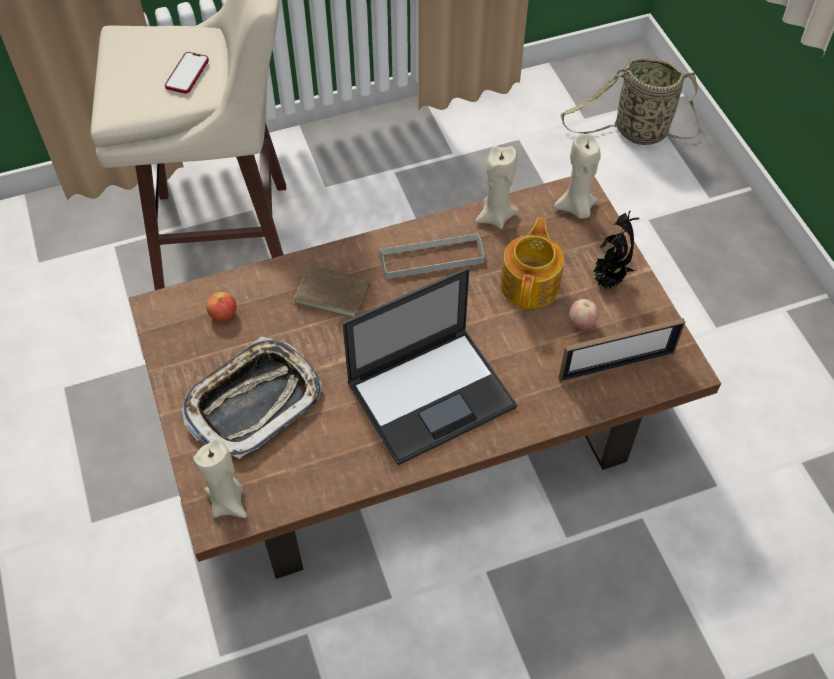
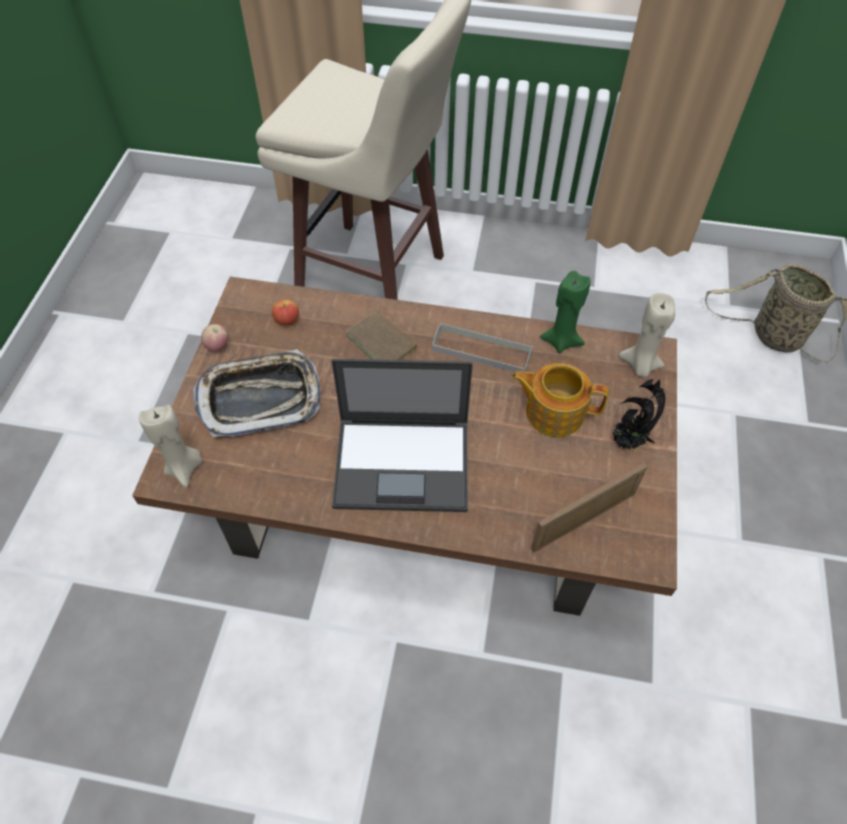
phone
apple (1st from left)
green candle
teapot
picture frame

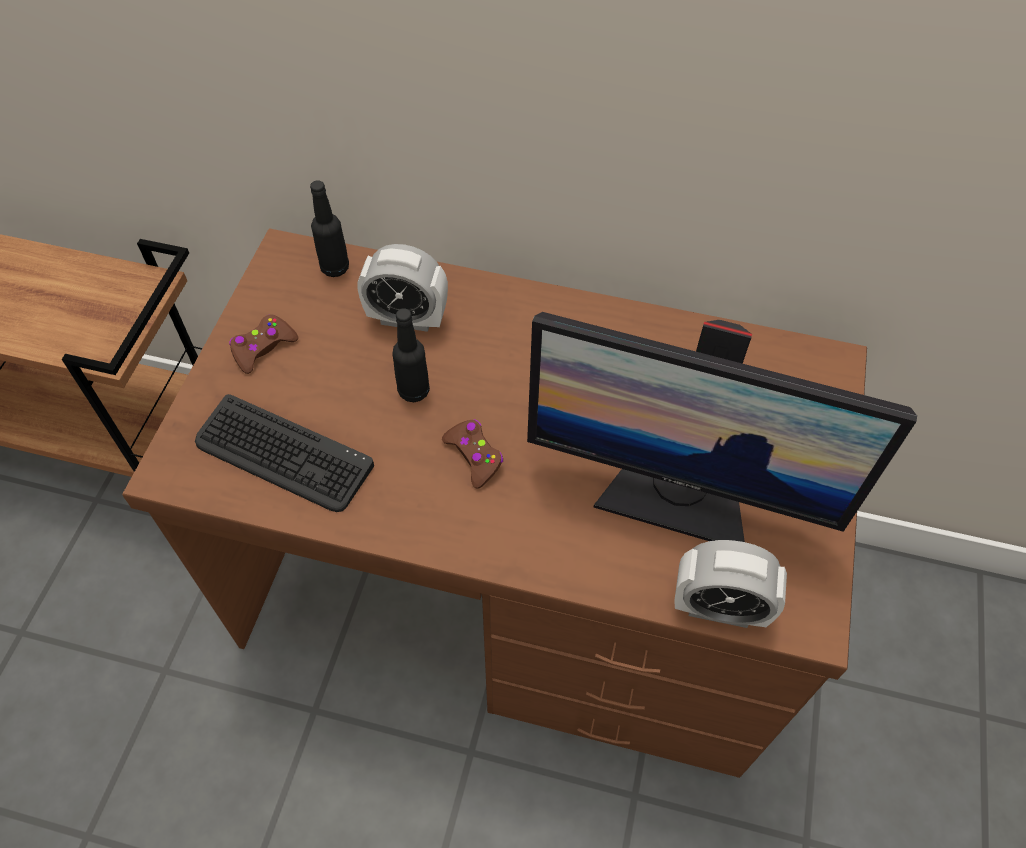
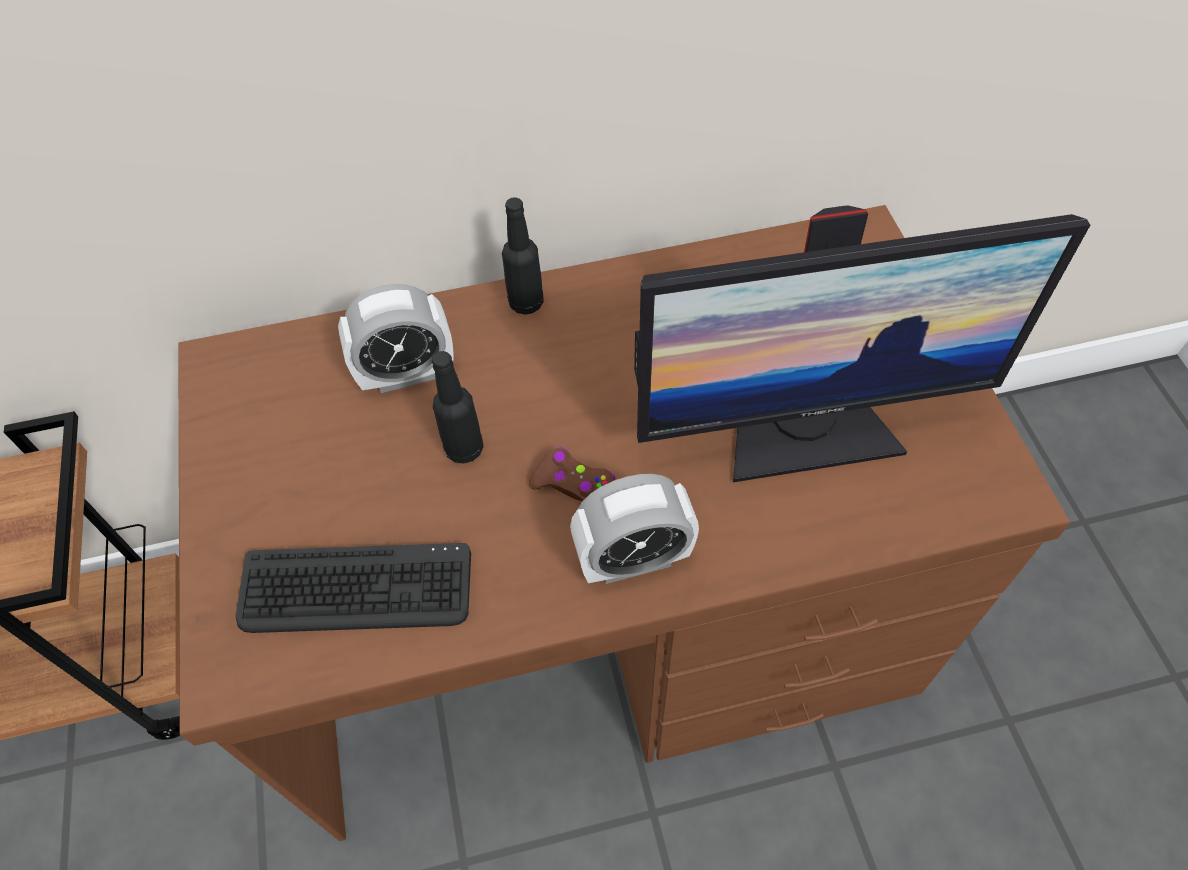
brown game controller (1st from left in the first image)
black bottle (2nd from left)
alarm clock (2nd from left)

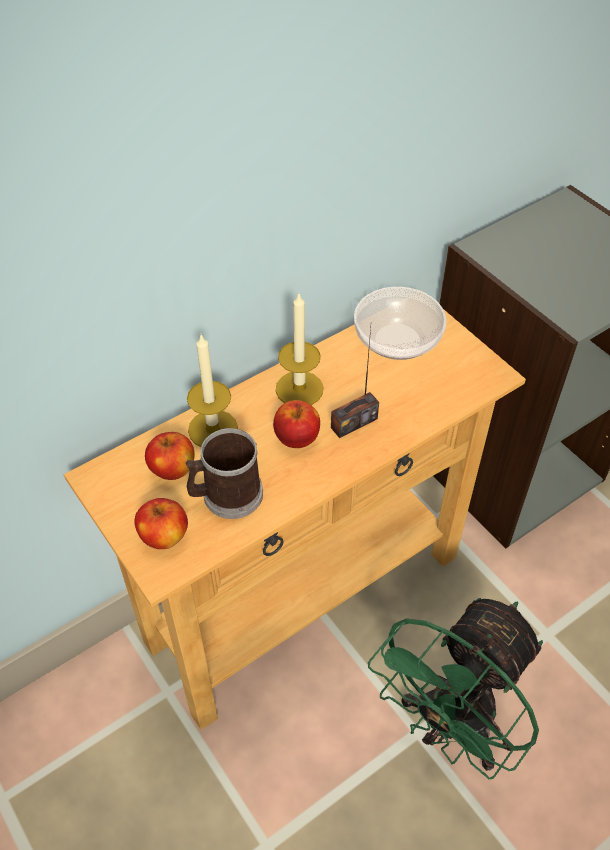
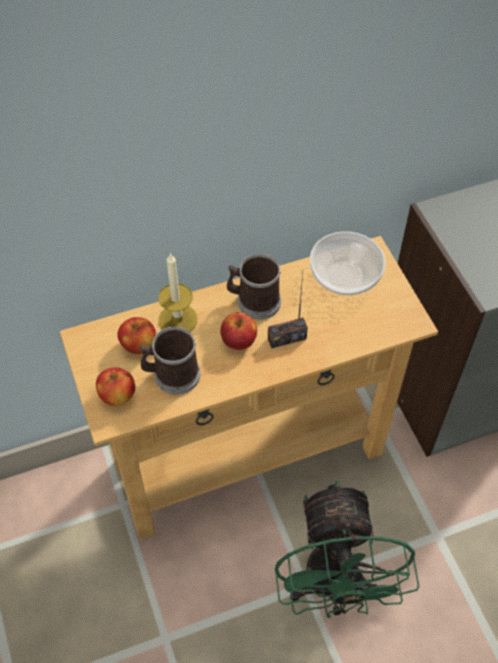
mug (2nd from left)
green fan

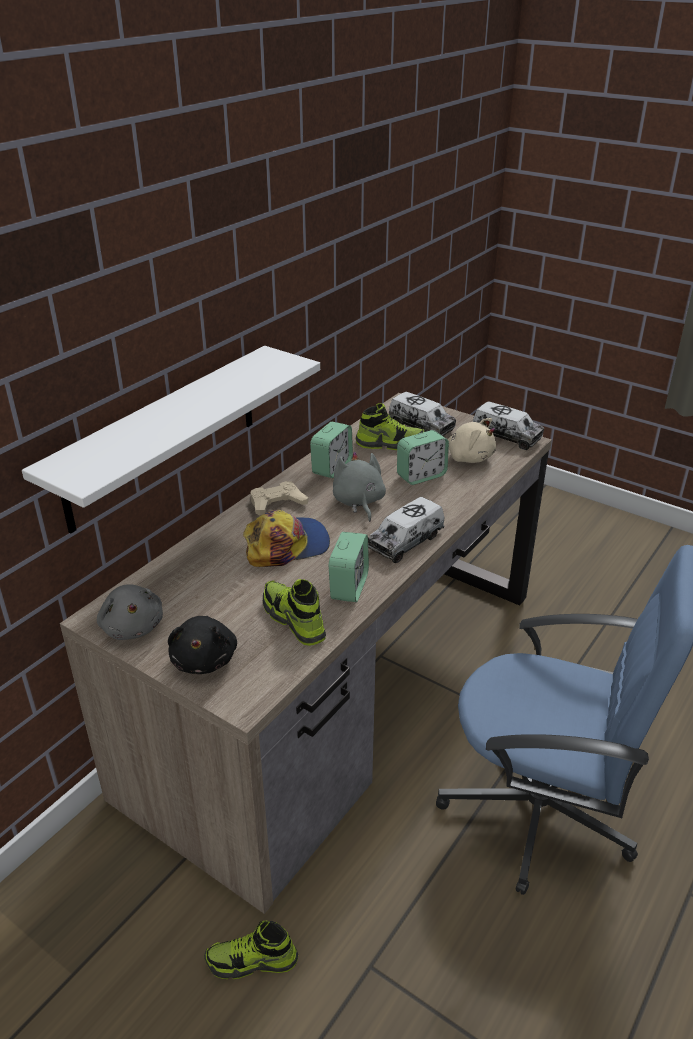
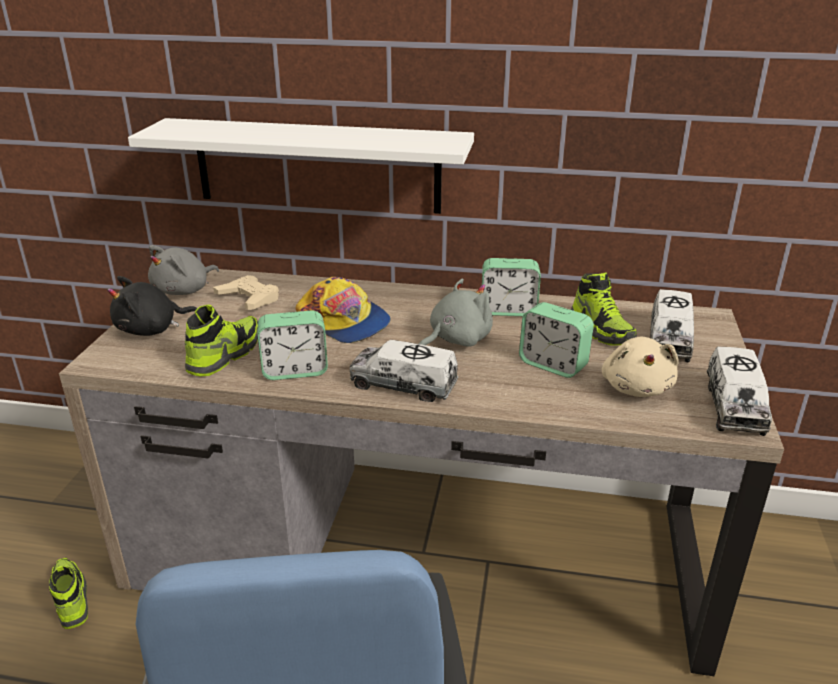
beige game controller

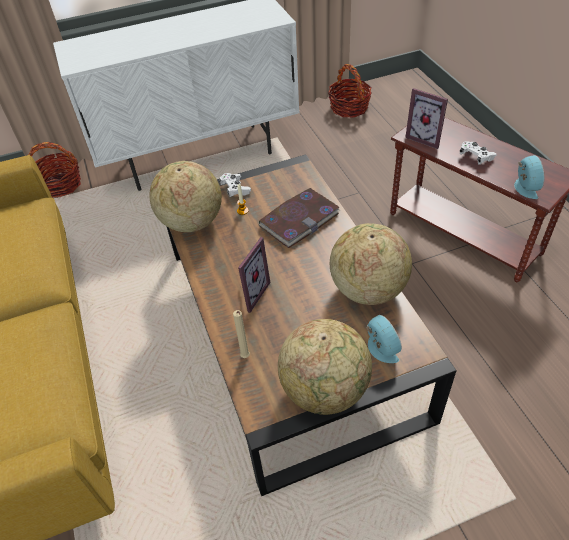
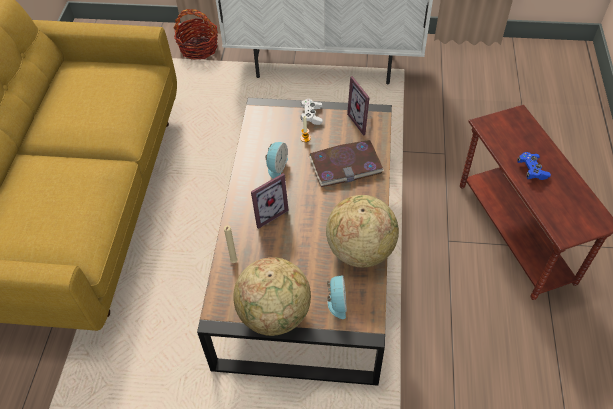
globe (1st from left in the first image)
basket (2nd from left in the first image)
picture frame (2nd from left)
alarm clock (1st from left)
blue game controller

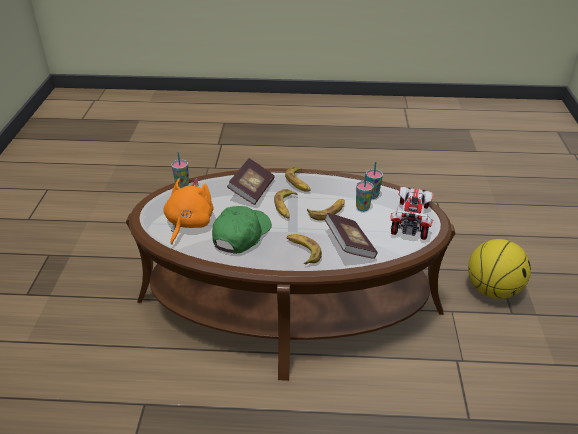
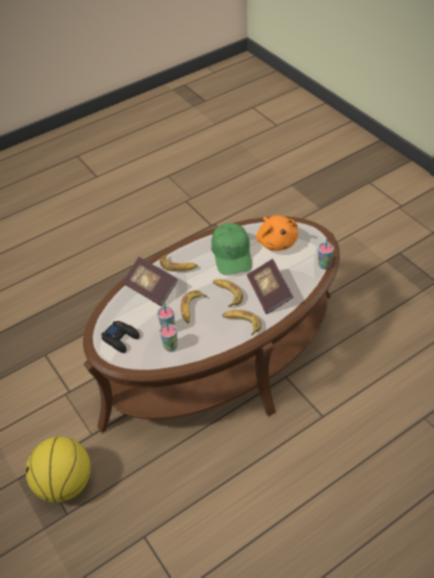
black game controller

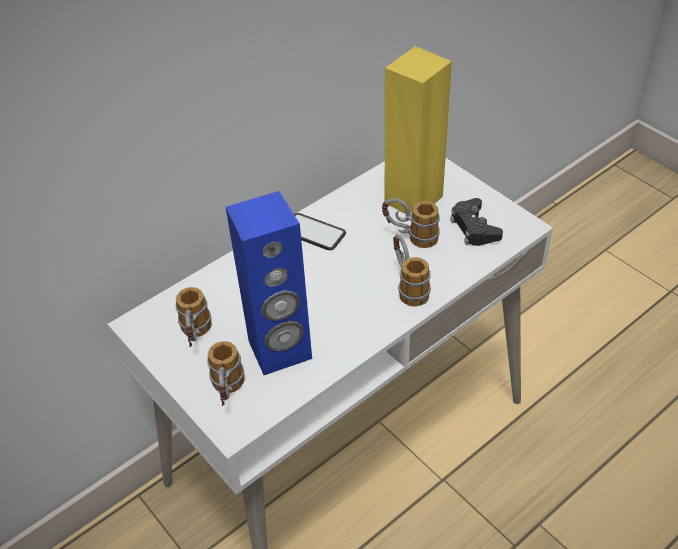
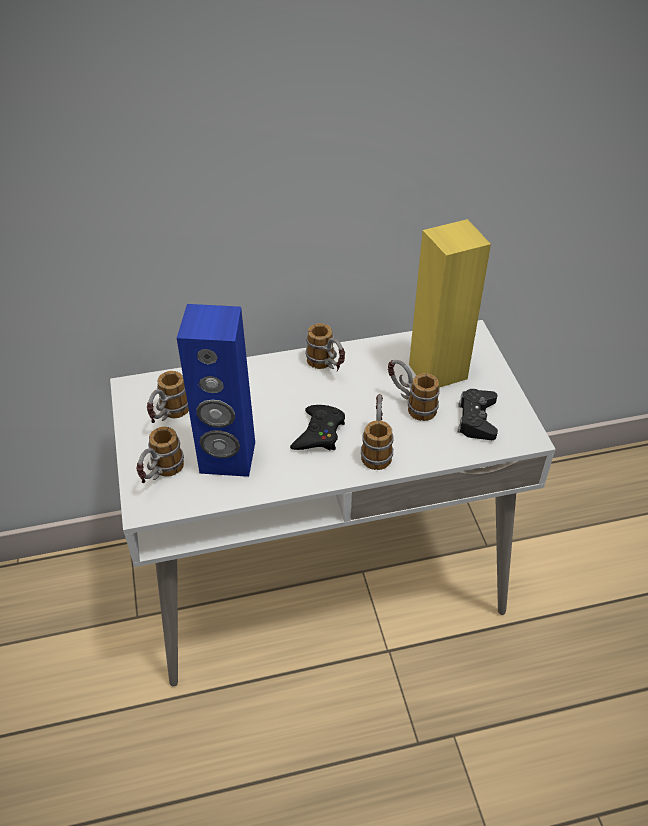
black game controller (1st from left)
mug (3rd from left)

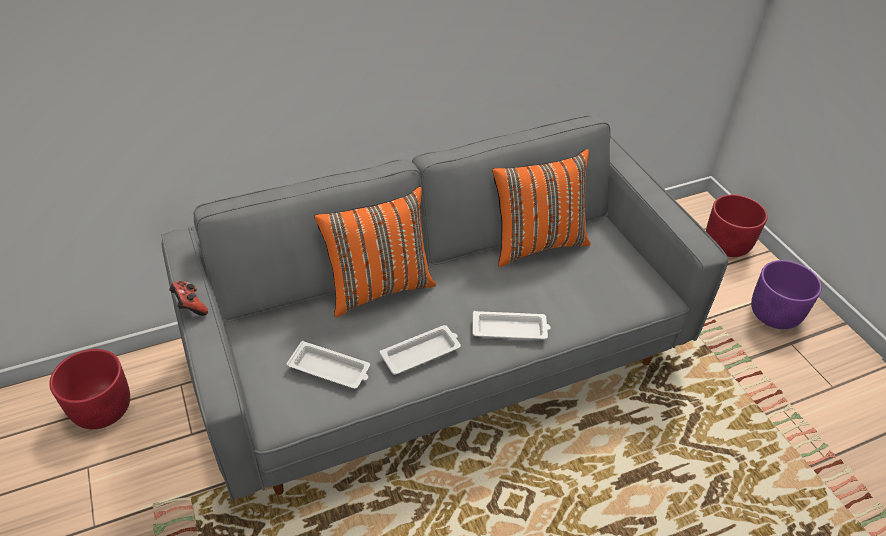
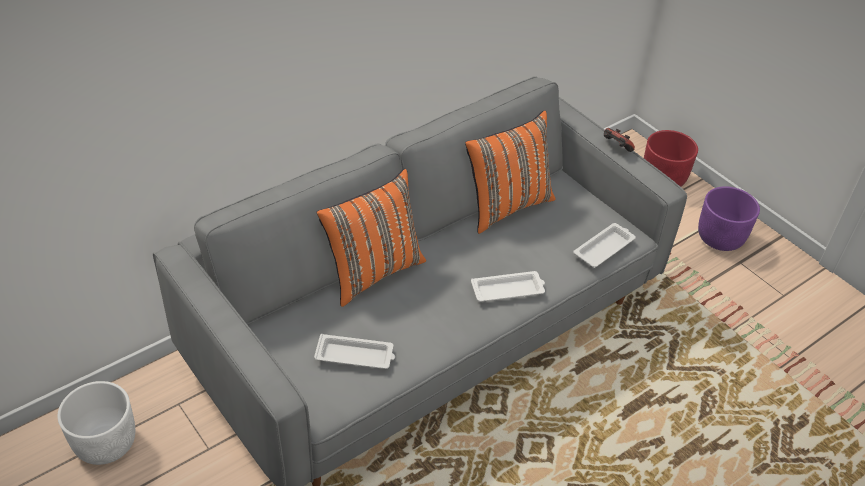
game controller
white tray (3rd from left)
white planter

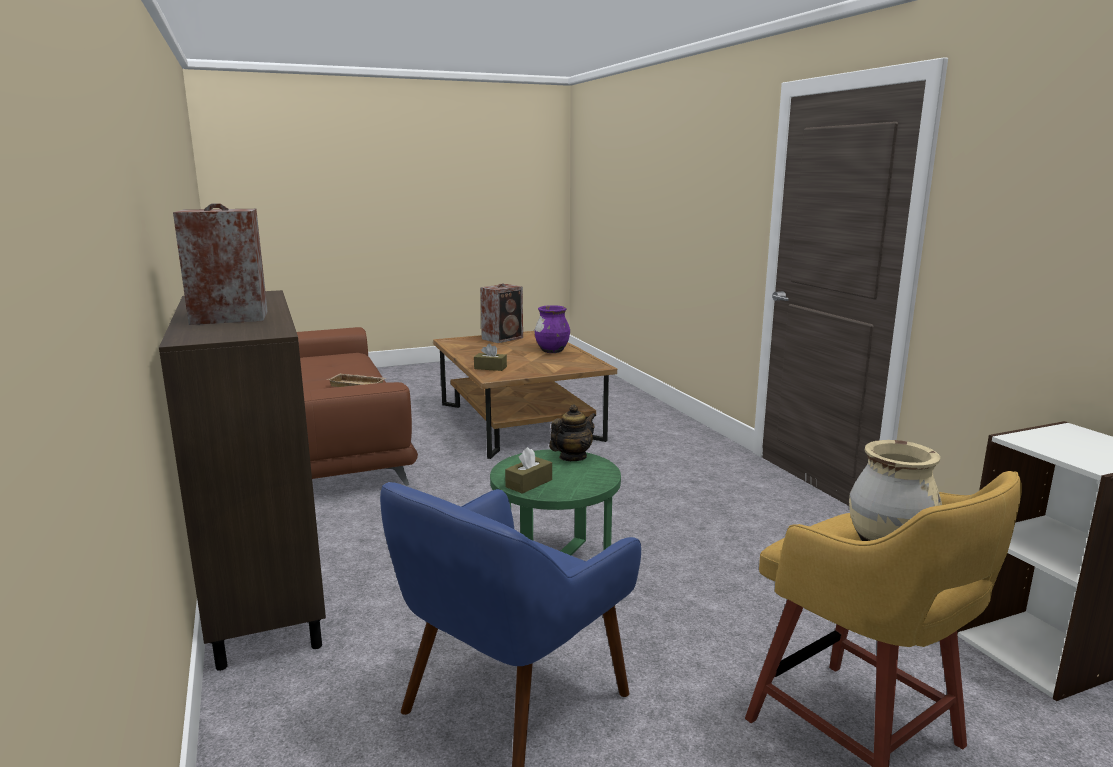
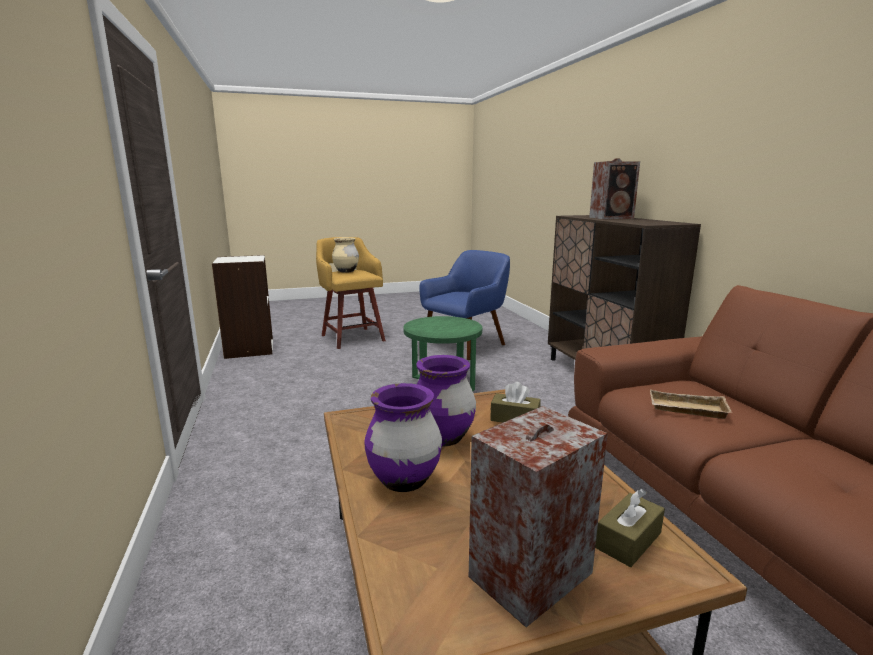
teapot
purple vase (2nd from left)
brown tissue box (2nd from left)

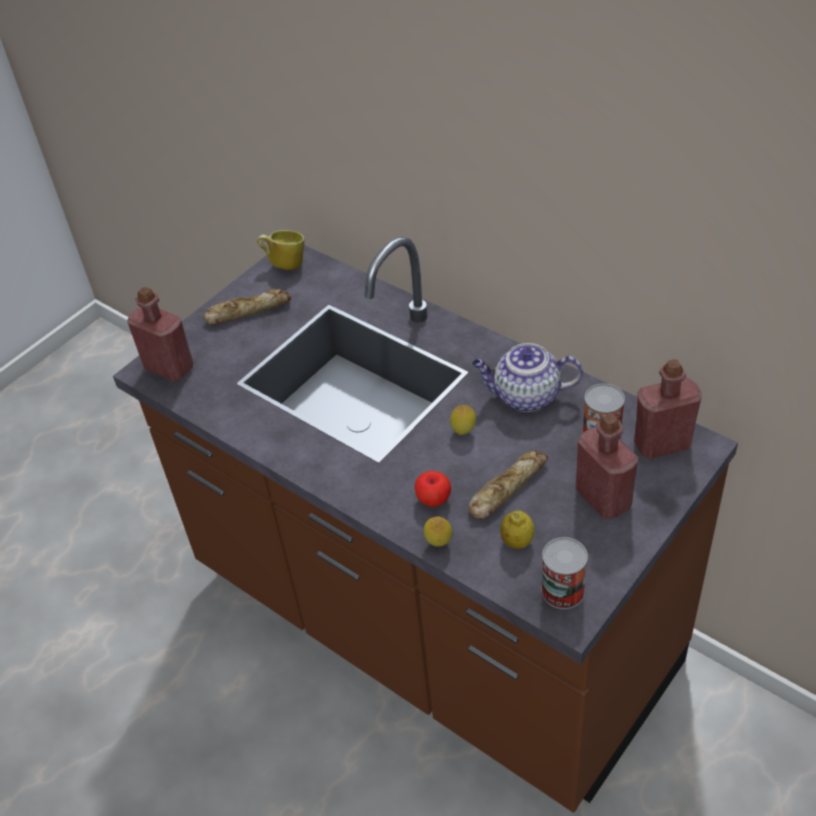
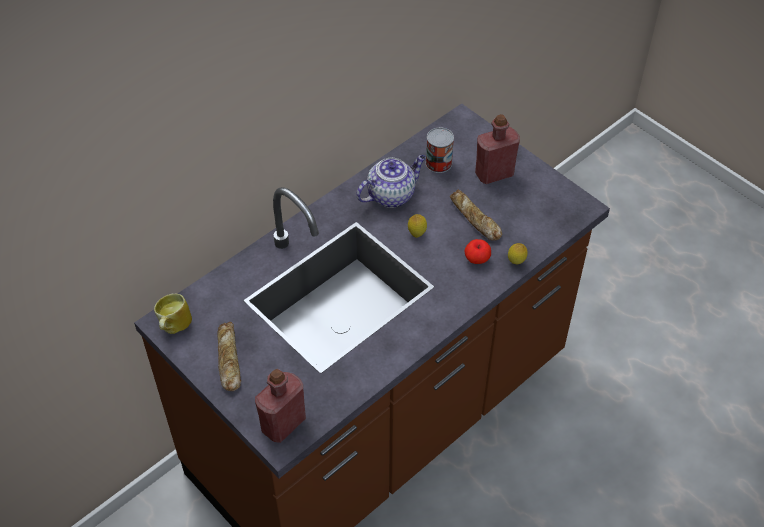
lemon (3rd from left in the first image)
can (1st from left in the first image)
red bottle (3rd from left in the first image)
teapot

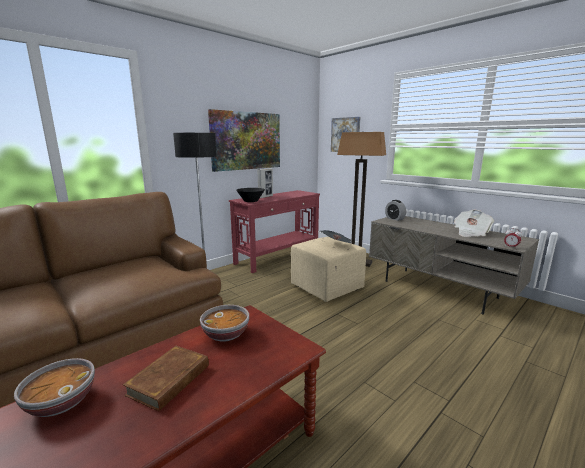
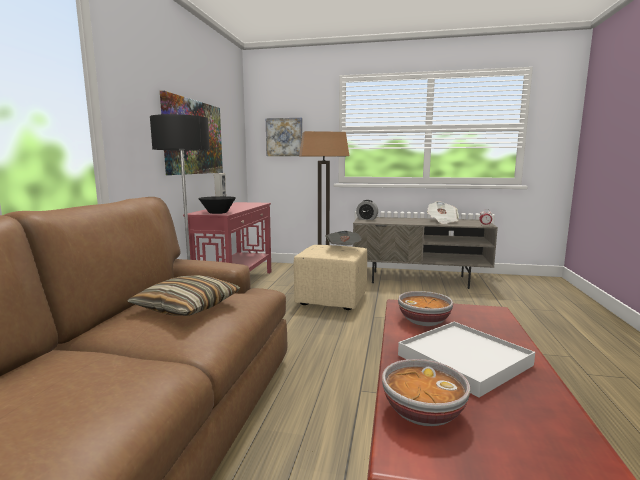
pillow
white tray

